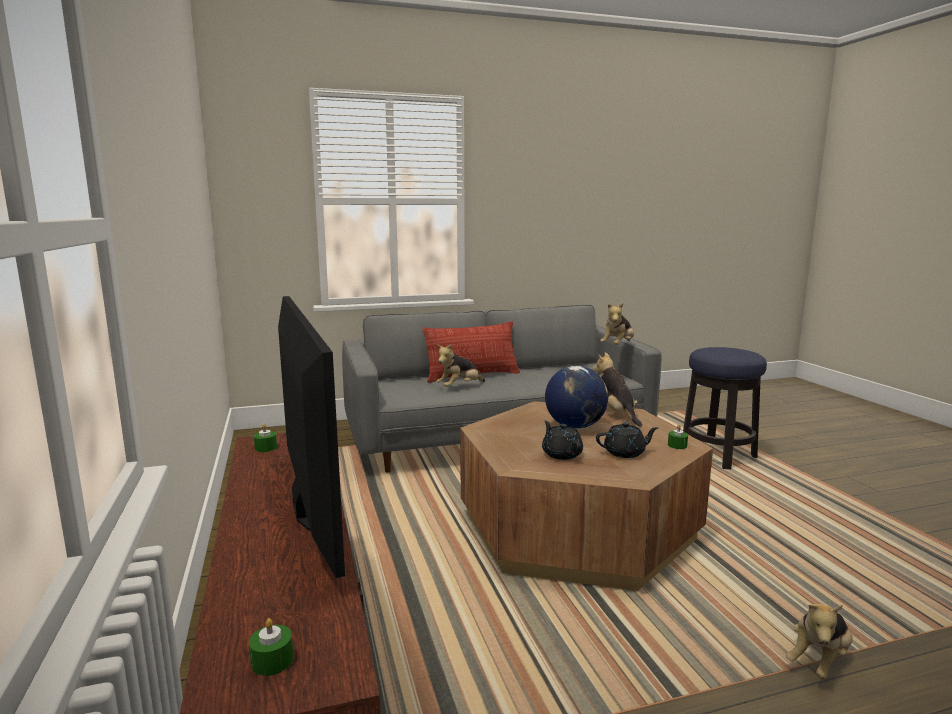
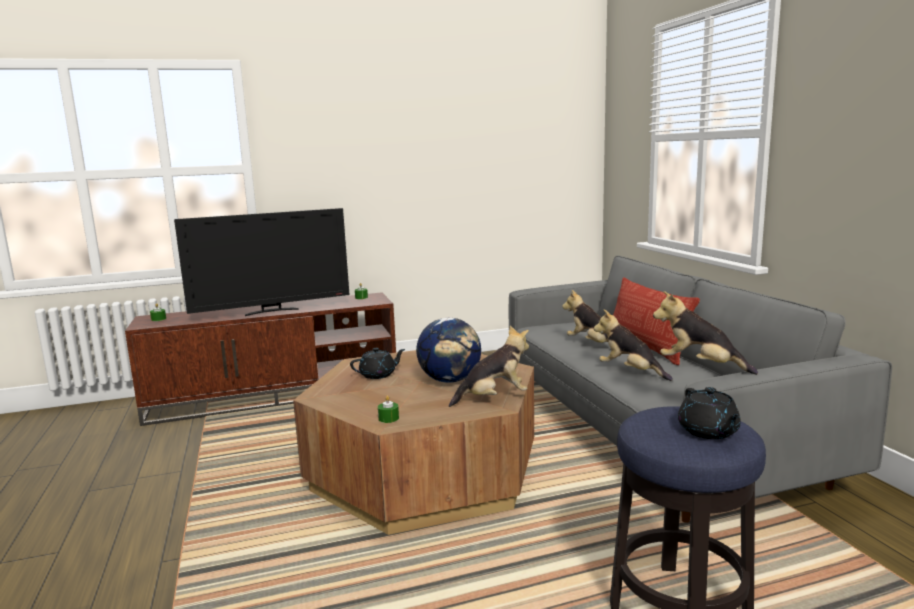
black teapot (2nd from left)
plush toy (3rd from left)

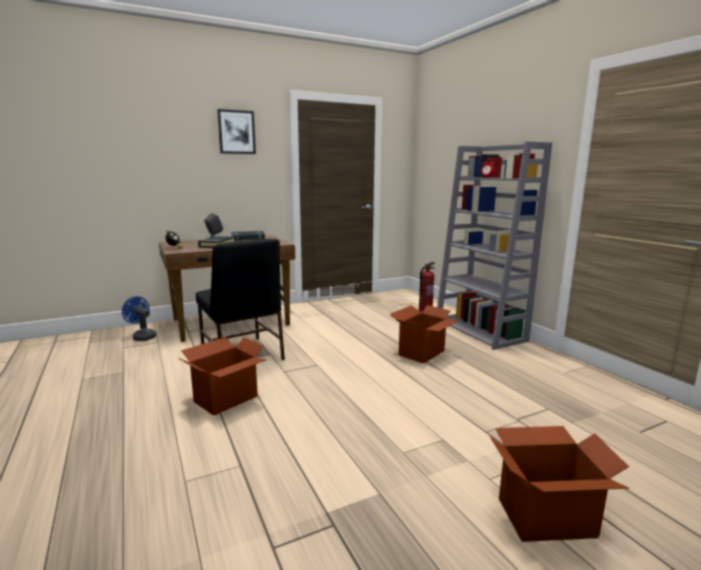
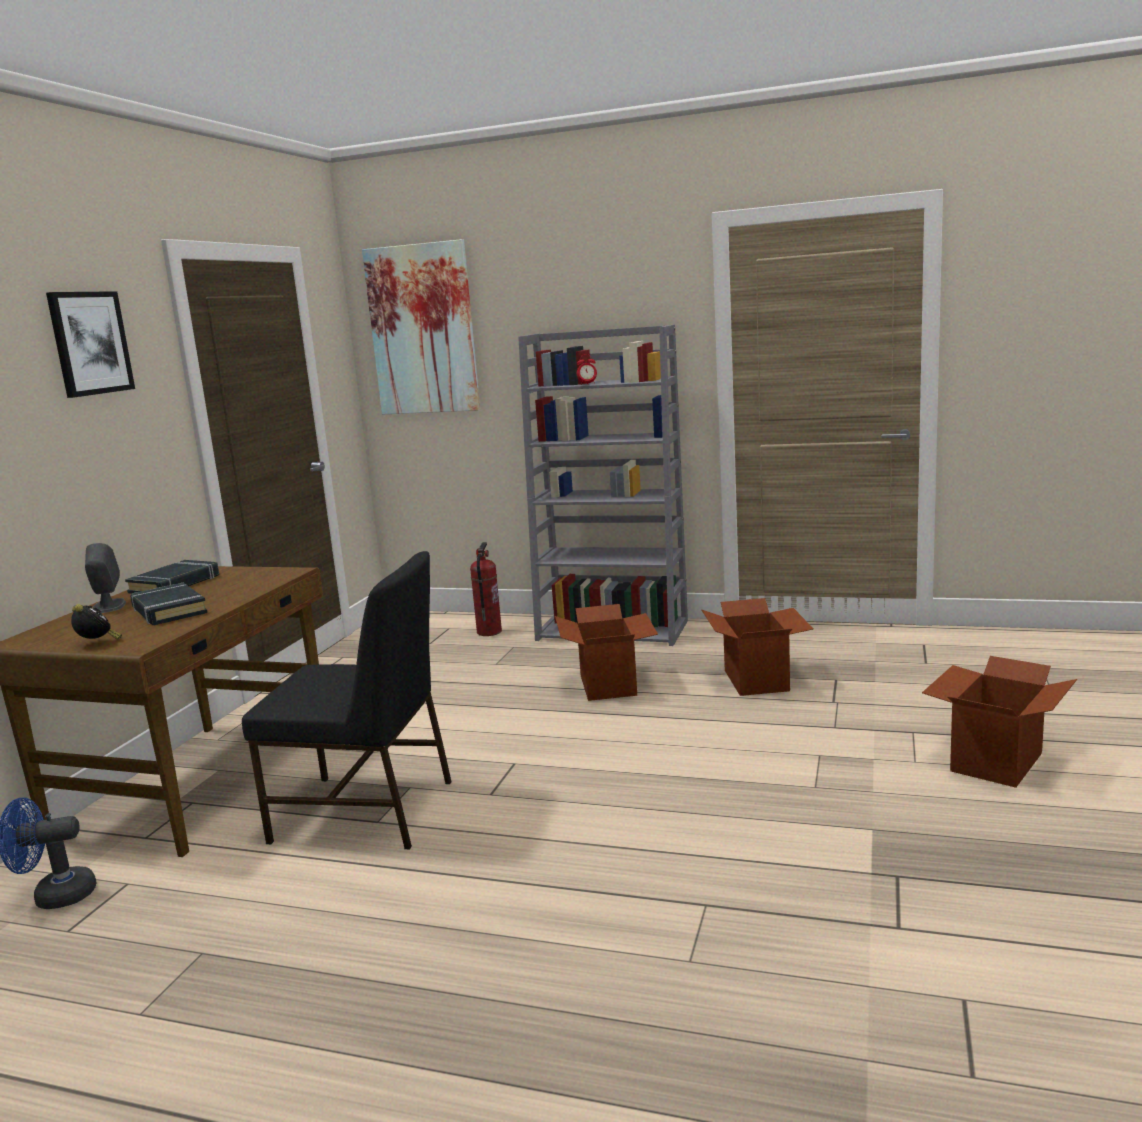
picture (2nd from left)
cardboard box (2nd from left)

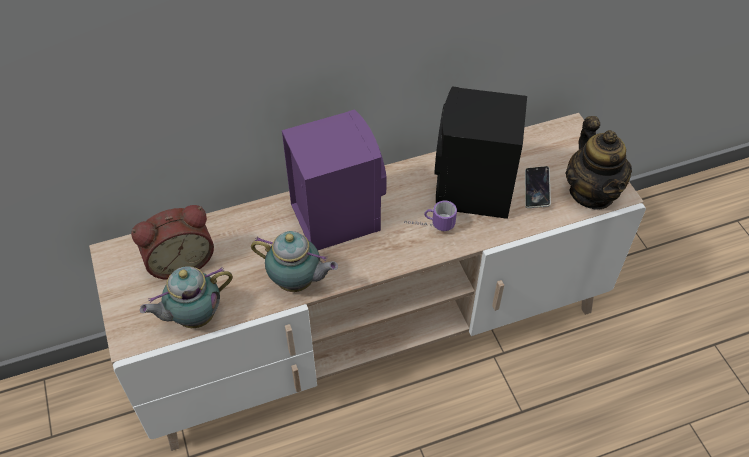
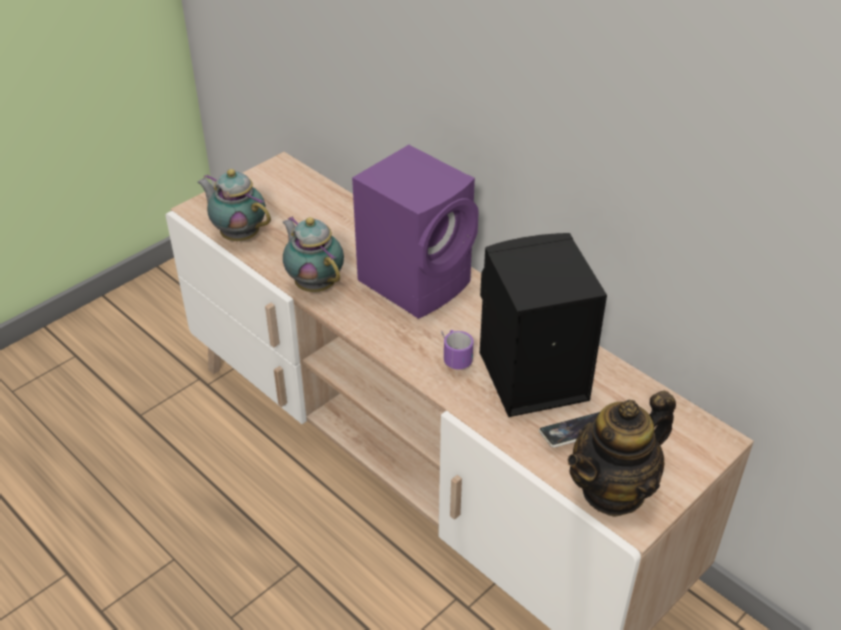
alarm clock
teapot (2nd from left)

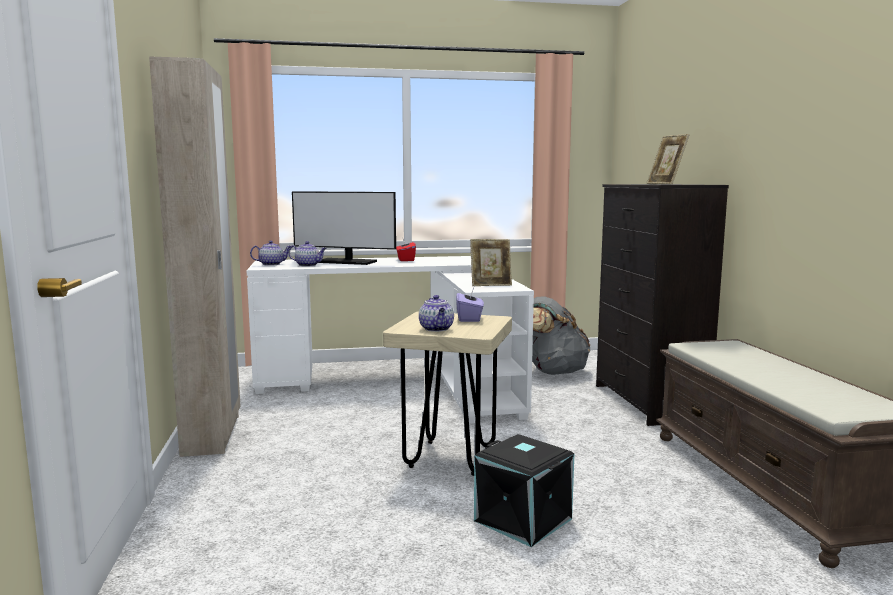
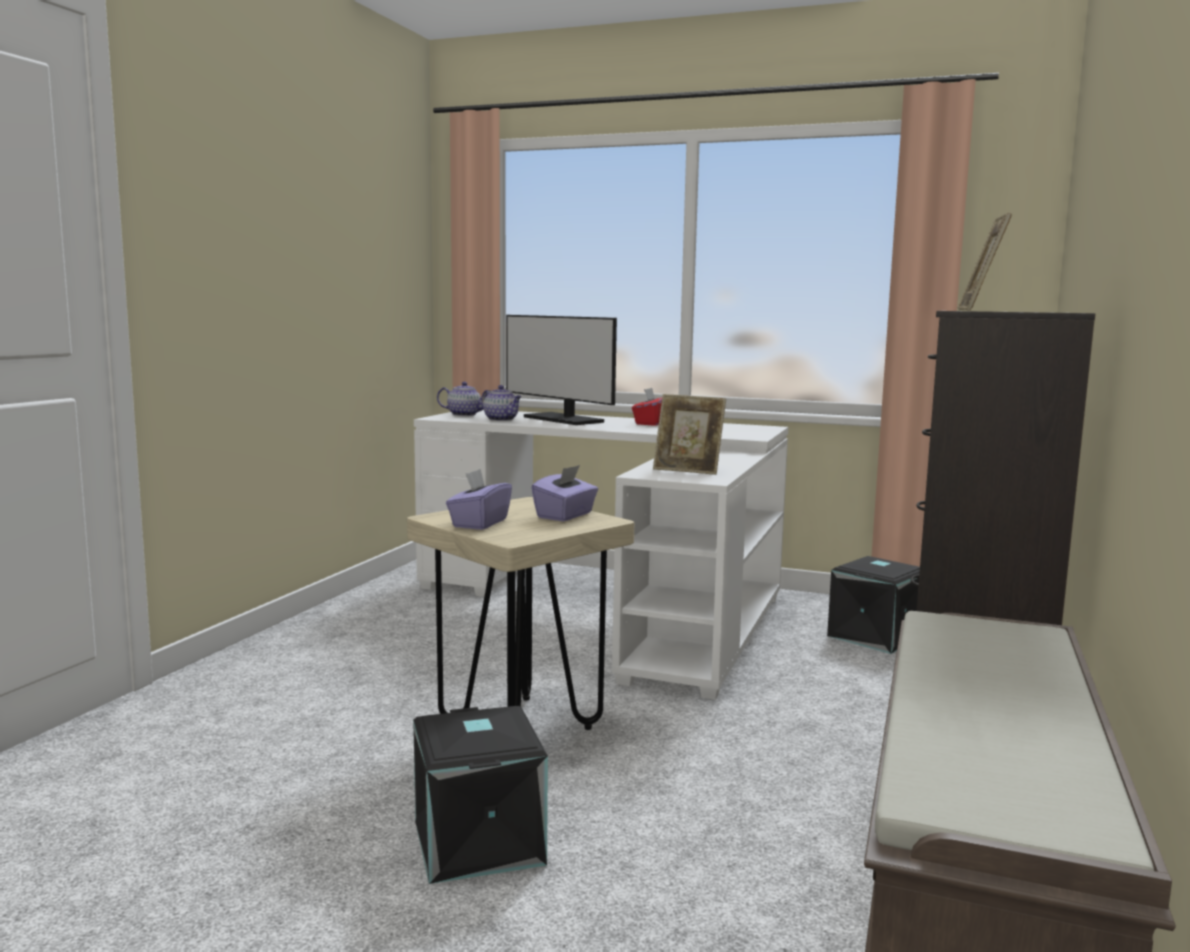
beige wardrobe
purple tissue box (1st from left)
black storage box (2nd from left)

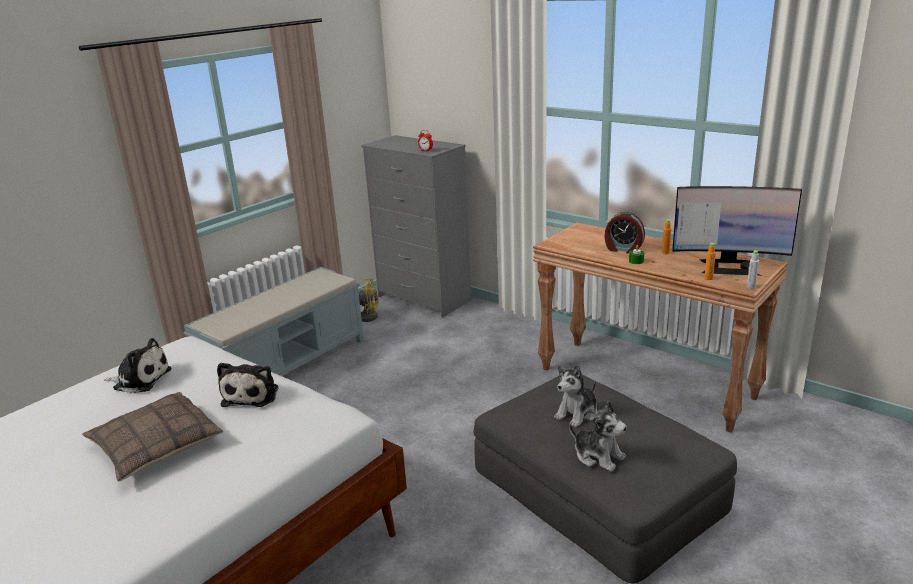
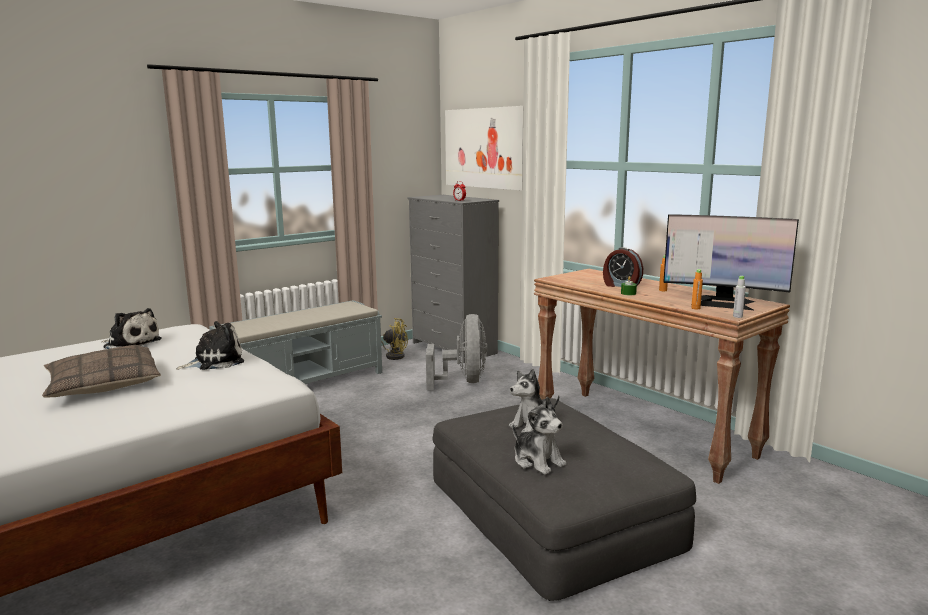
grey fan
picture
plush toy (2nd from left)

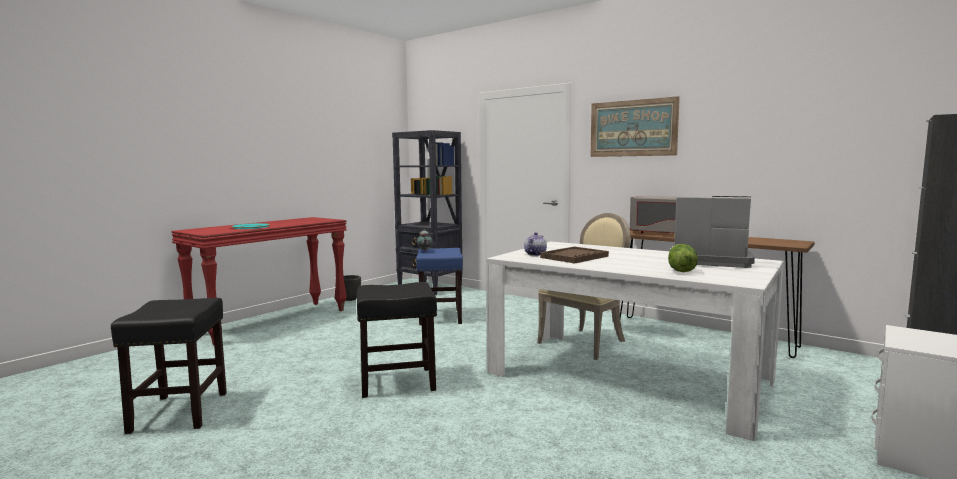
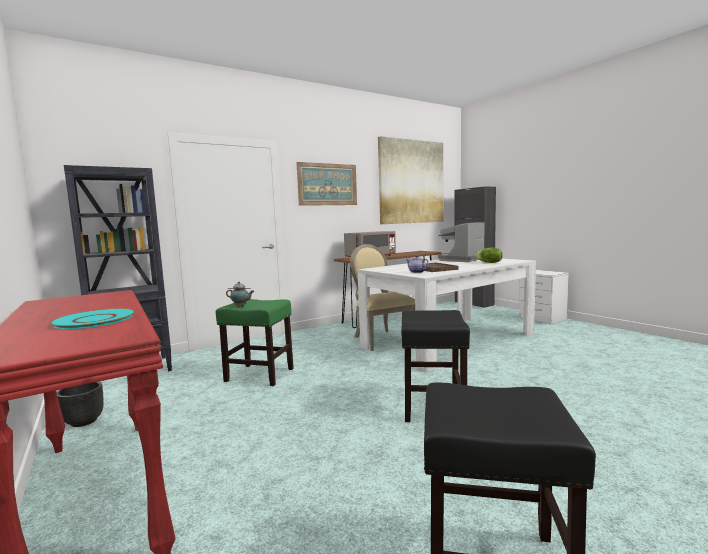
picture (2nd from left)
green stool

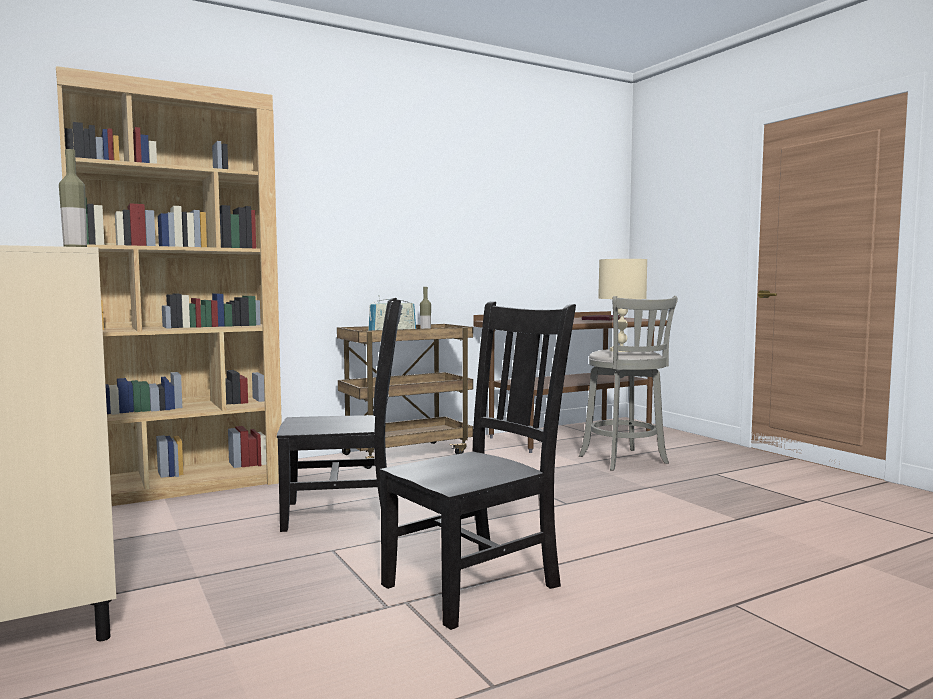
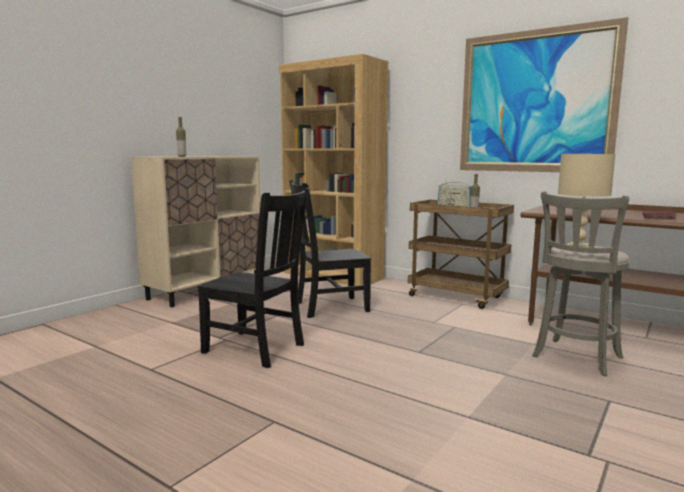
picture
black chair (2nd from left)

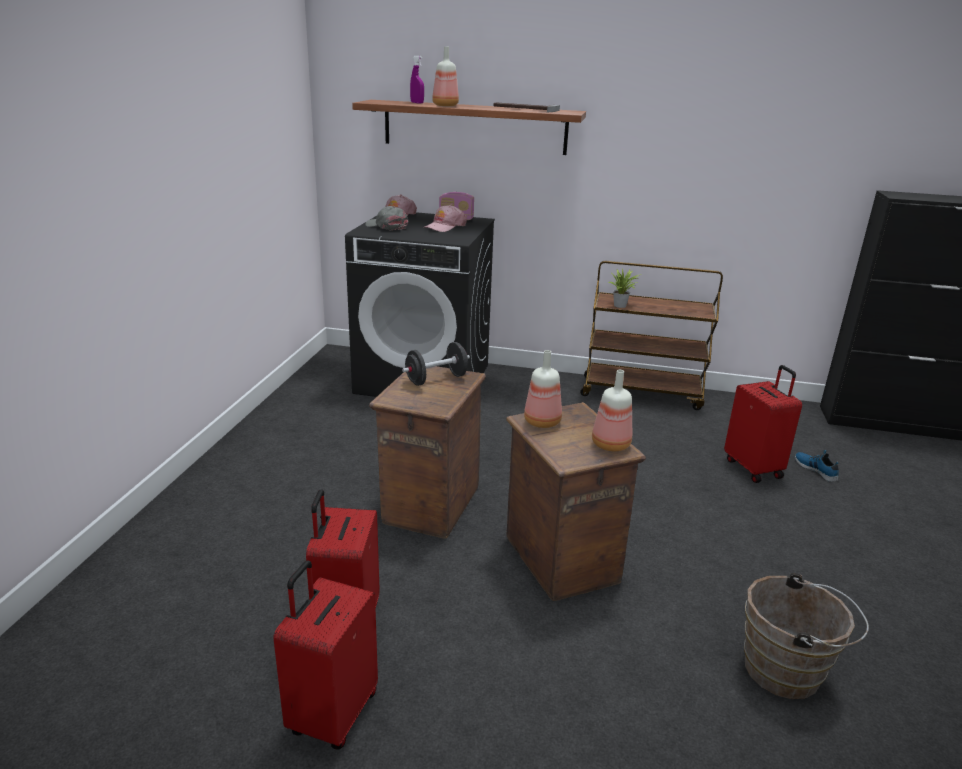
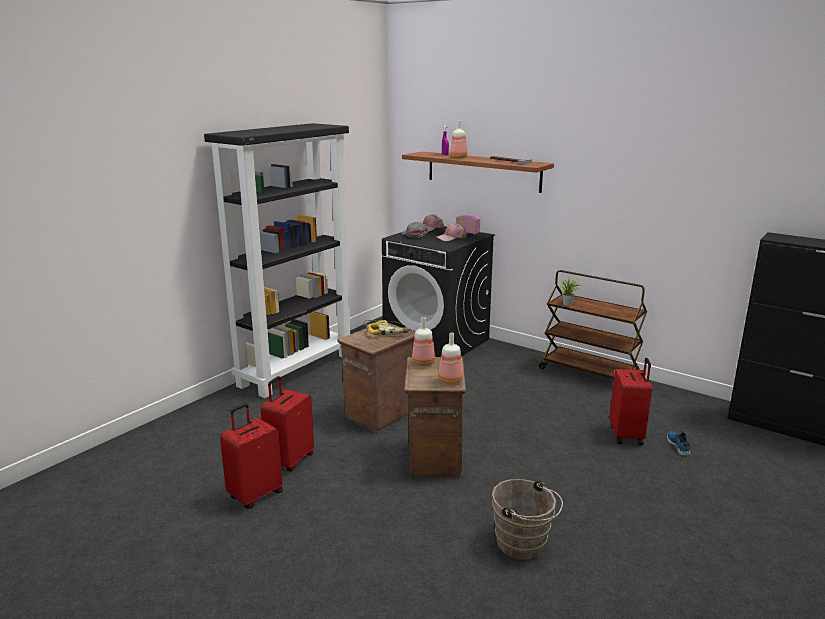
black bookcase
power drill

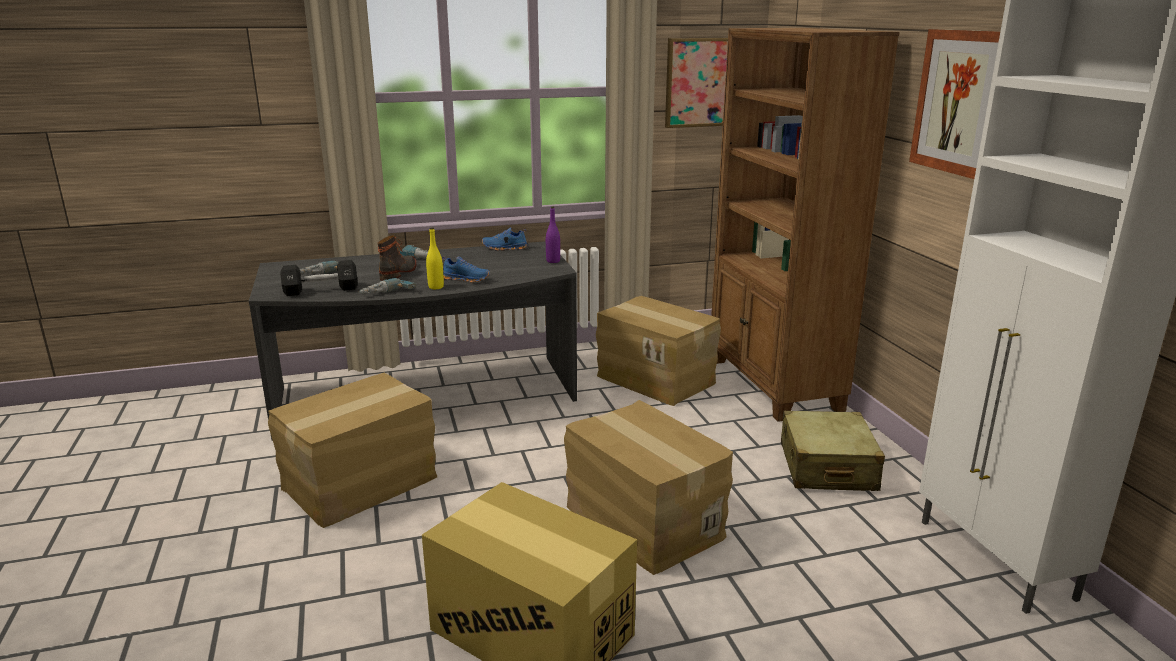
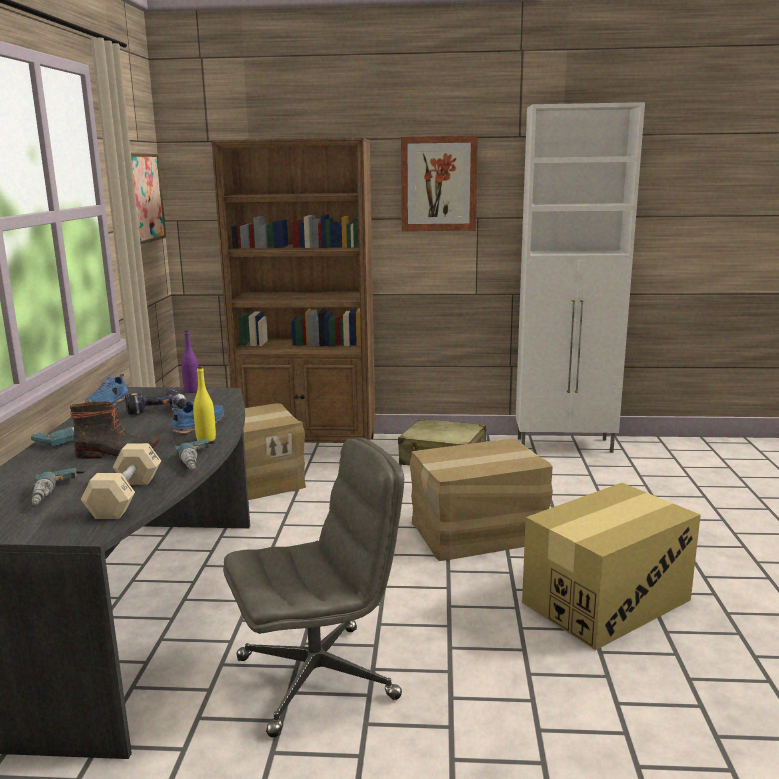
power drill (3rd from left)
grey office chair
beige dumbbell
boot

